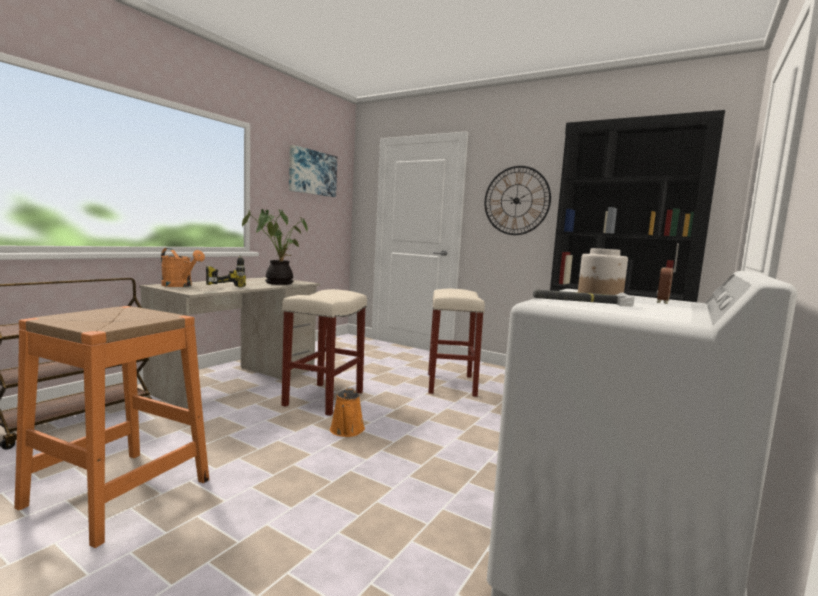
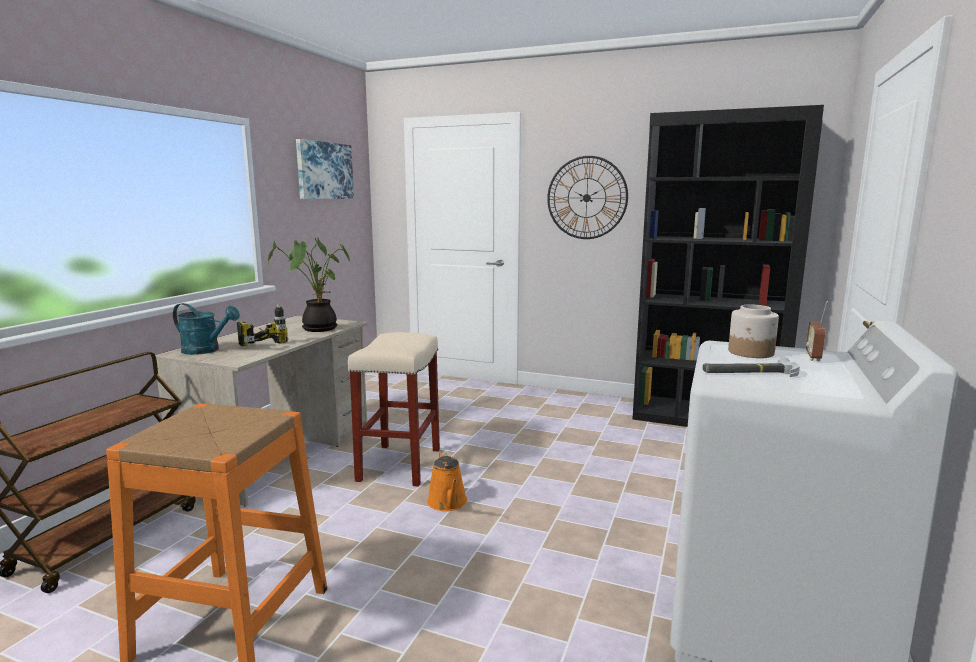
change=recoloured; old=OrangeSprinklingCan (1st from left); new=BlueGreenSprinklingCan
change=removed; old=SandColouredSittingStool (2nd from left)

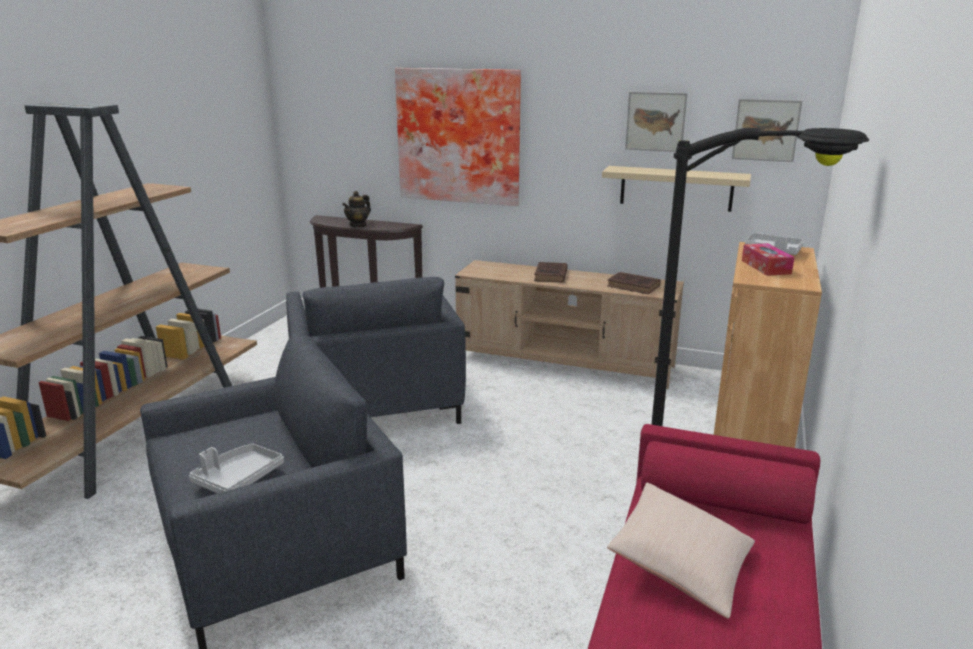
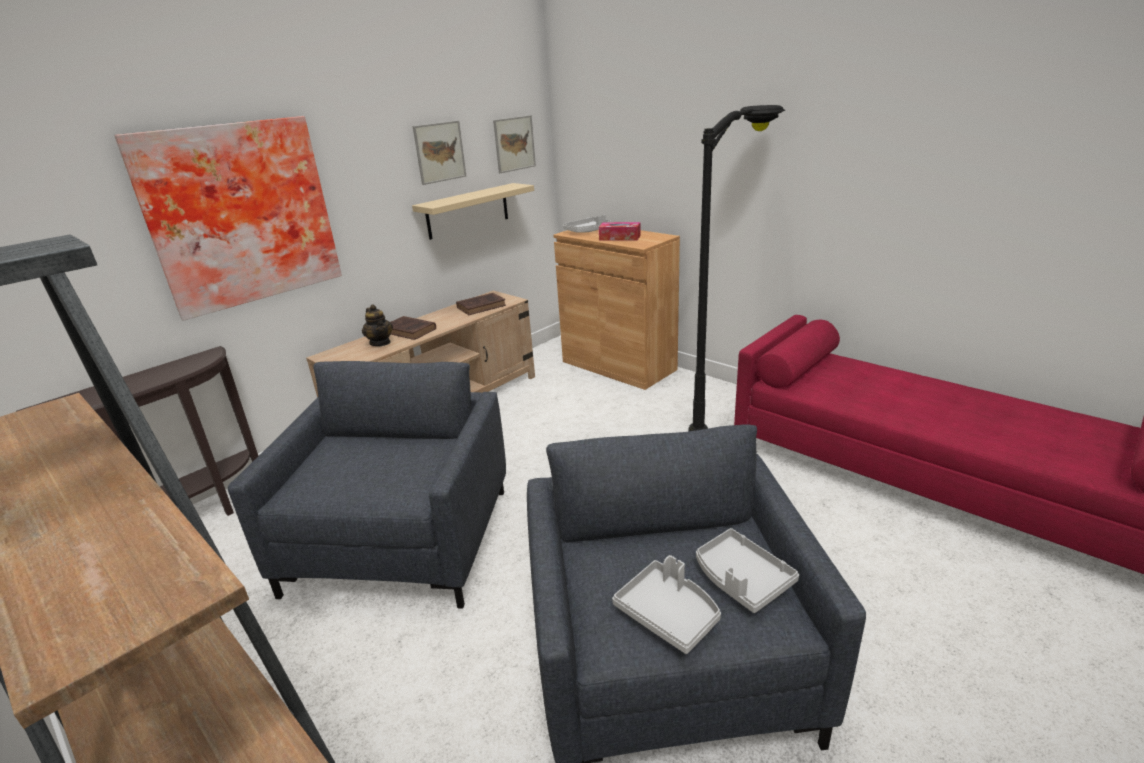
change=moved; old=Teapot
change=turned; old=GreyArmchair (2nd from left in the first image); degrees=-90
change=removed; old=SandColouredPillow
change=added; new=GreyServingTray (2nd from left)

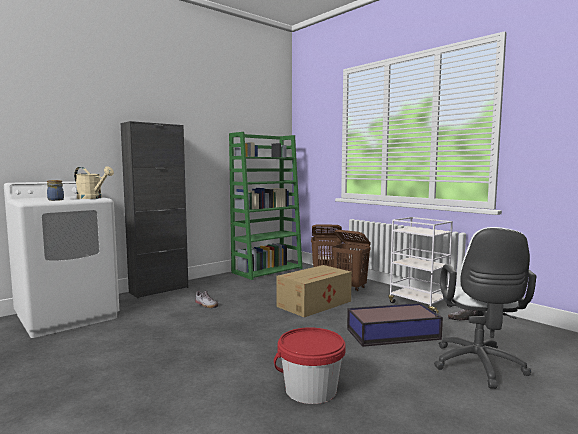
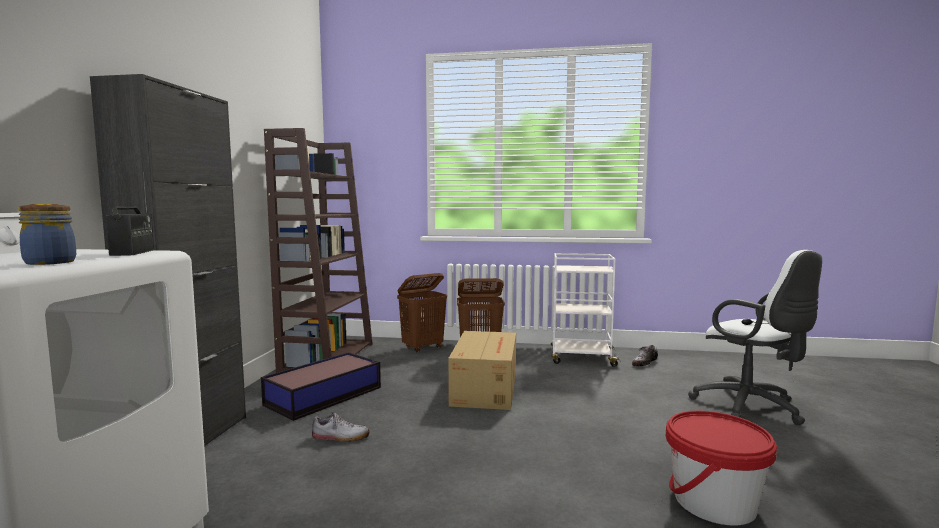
change=recoloured; old=GreenShelvingUnit; new=BrownShelvingUnit
change=replaced; old=SandColouredSprinklingCan; new=RadioSet
change=moved; old=StorageContainer

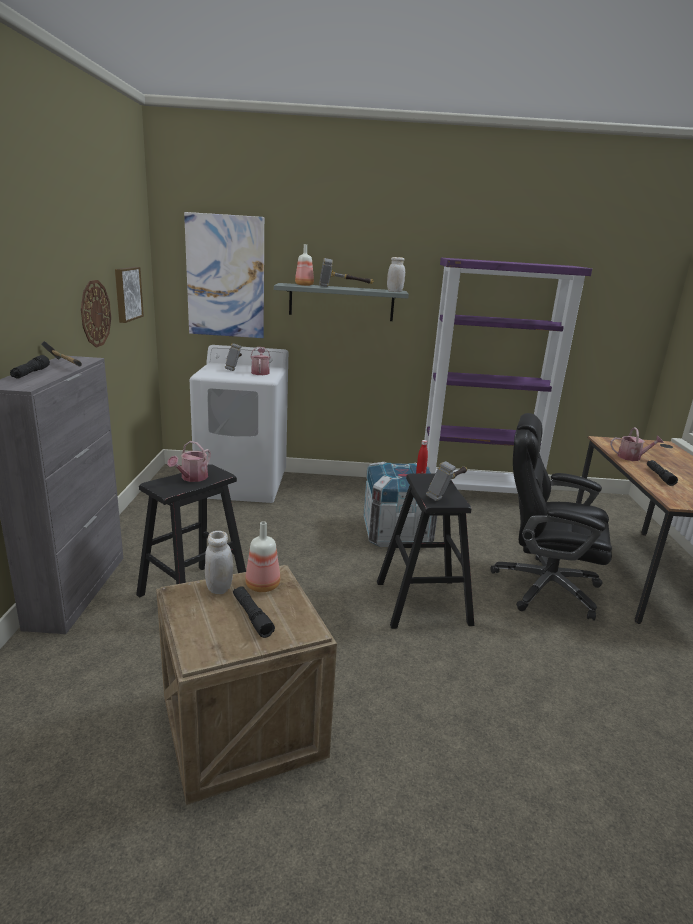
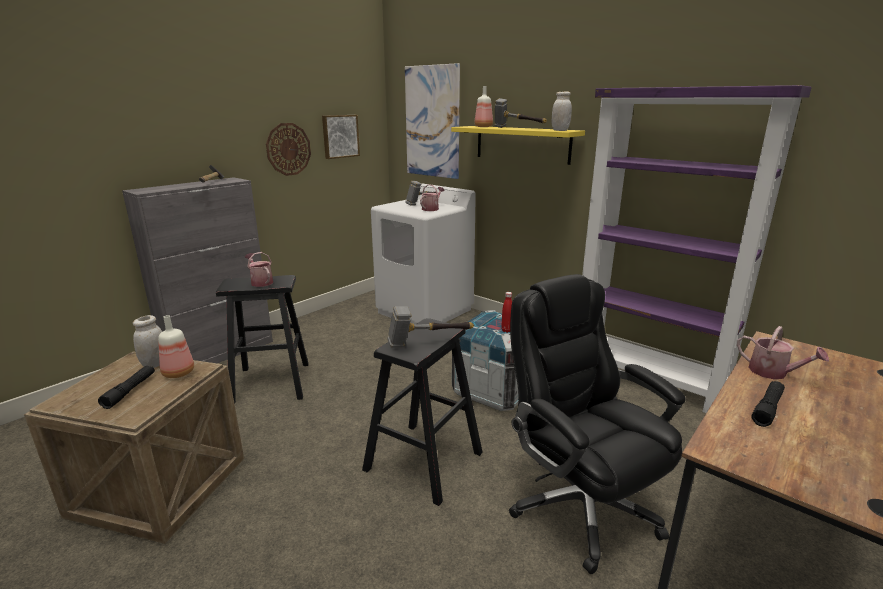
change=recoloured; old=GreyBracketShelf; new=YellowBracketShelf
change=removed; old=BlackHandTorch (1st from left)
change=turned; old=SprinklingCan (1st from left); degrees=75

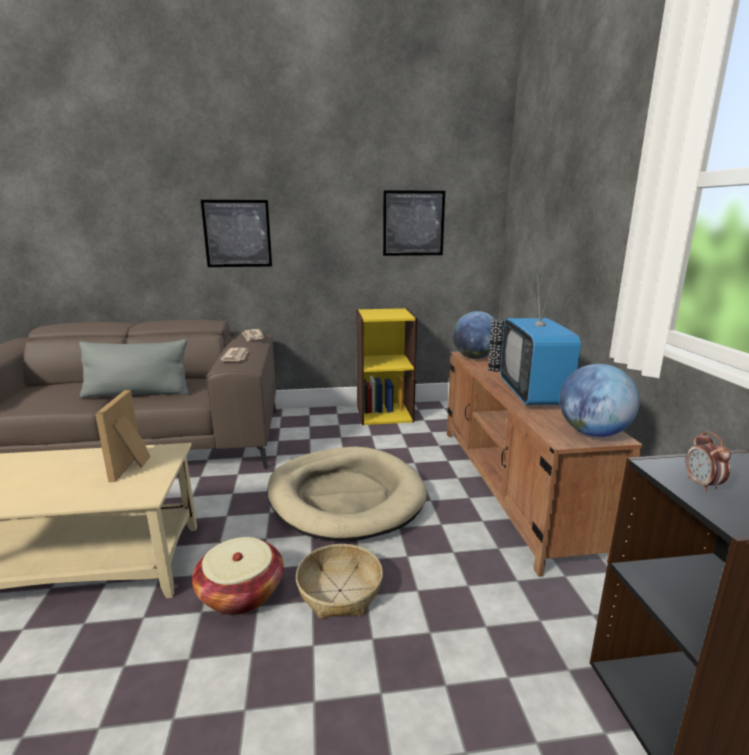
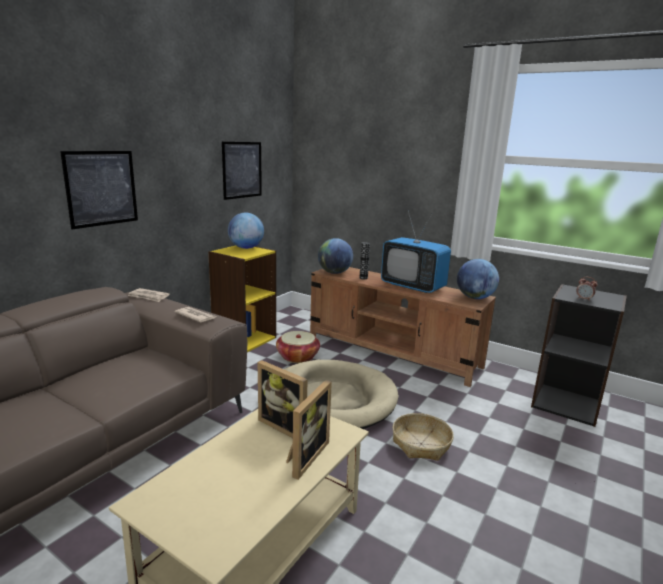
change=removed; old=GreyPillow
change=moved; old=HouseholdBasket (1st from left)
change=added; new=WorldGlobe (1st from left)
change=added; new=PictureFrame (2nd from left)

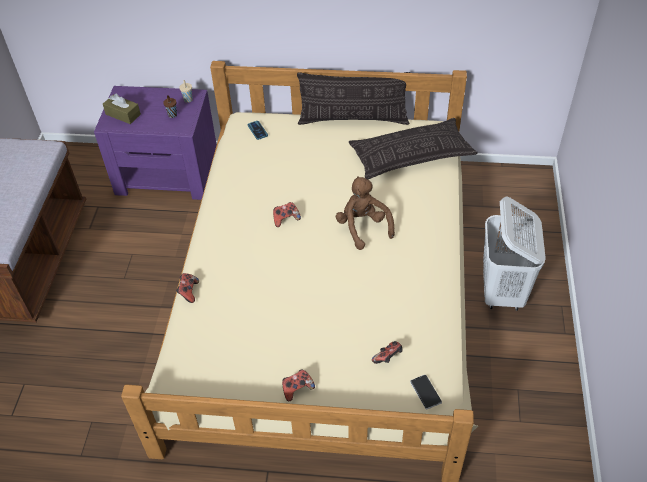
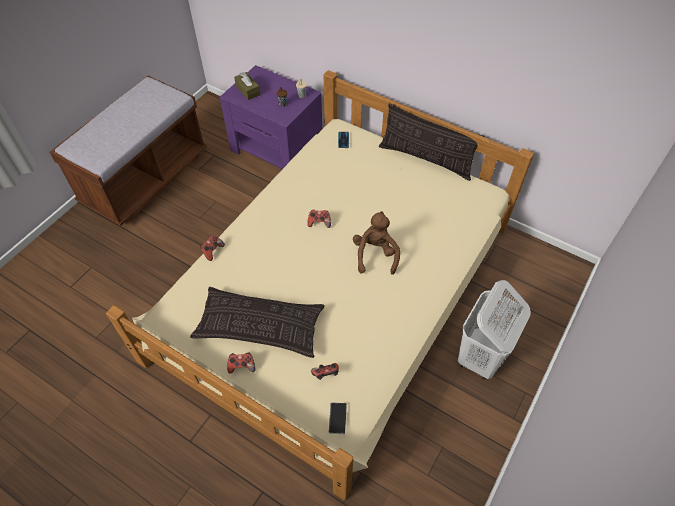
change=moved; old=Pillow (2nd from left in the first image); new=Pillow (1st from left)

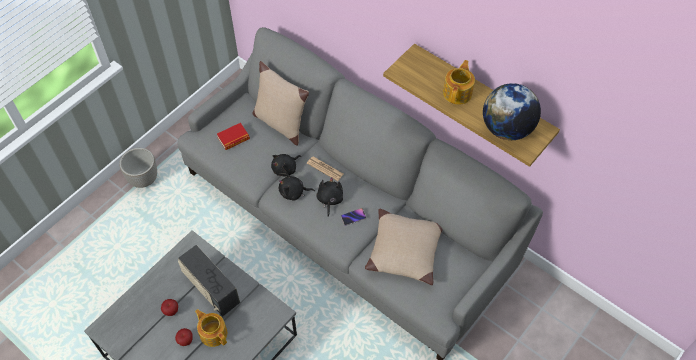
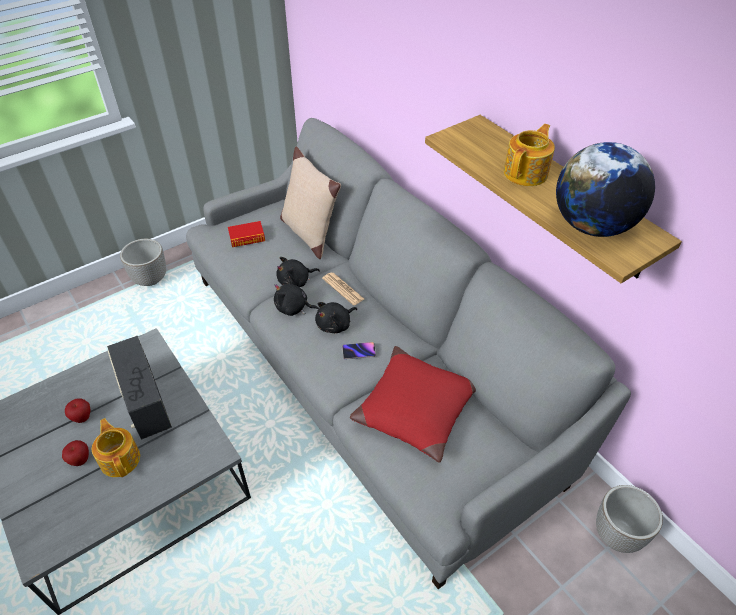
change=turned; old=BlackCuddlyToy (3rd from left); degrees=-150
change=recoloured; old=SandColouredPillow (2nd from left); new=RedPillow
change=added; new=Planter (2nd from left)

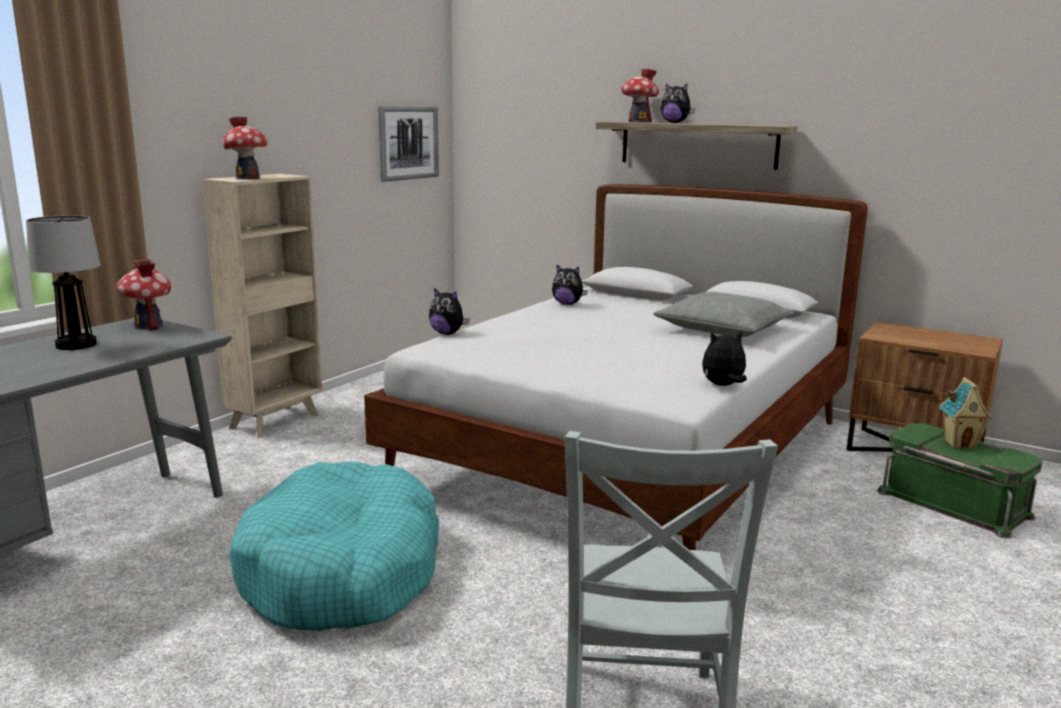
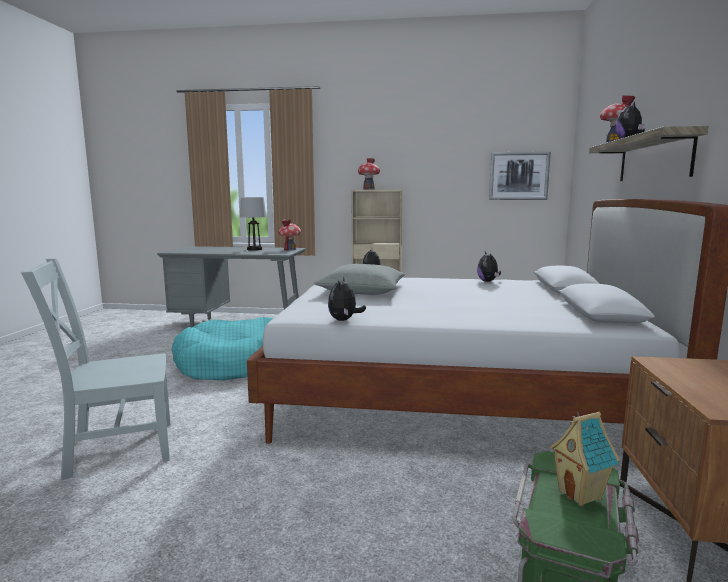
change=moved; old=GreyPillow
change=turned; old=CuddlyToy (4th from left in the first image); degrees=-135

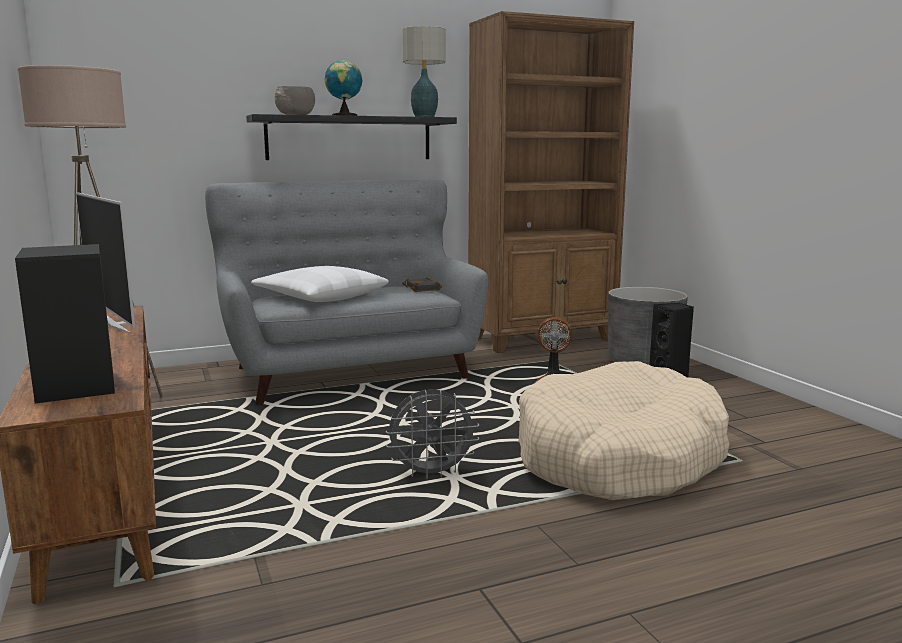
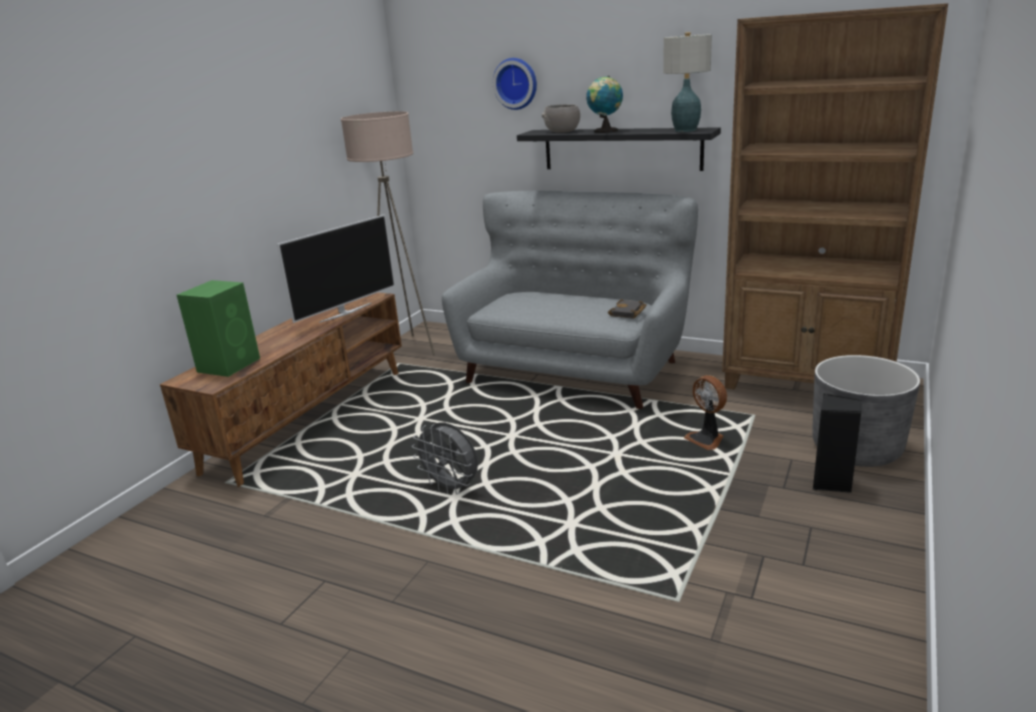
change=turned; old=Television; degrees=-150
change=recoloured; old=BlackAudioSpeaker (1st from left); new=GreenAudioSpeaker
change=removed; old=WhitePillow
change=removed; old=SandColouredDogCushion
change=added; new=ClockOnTheWall

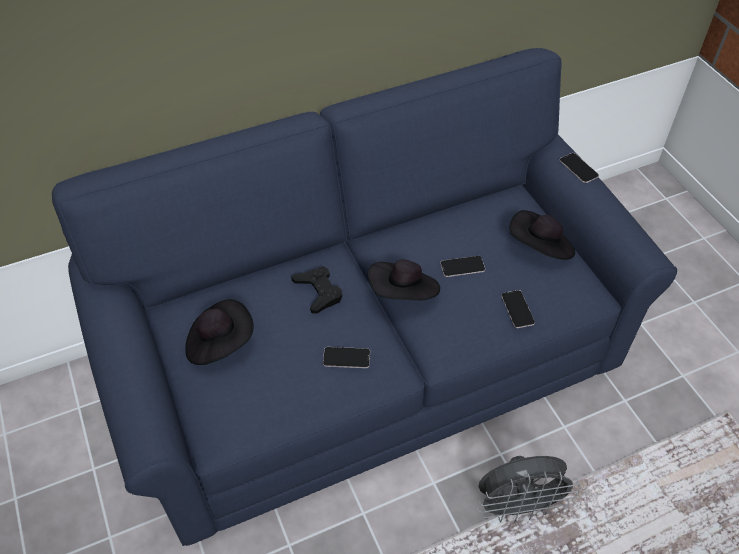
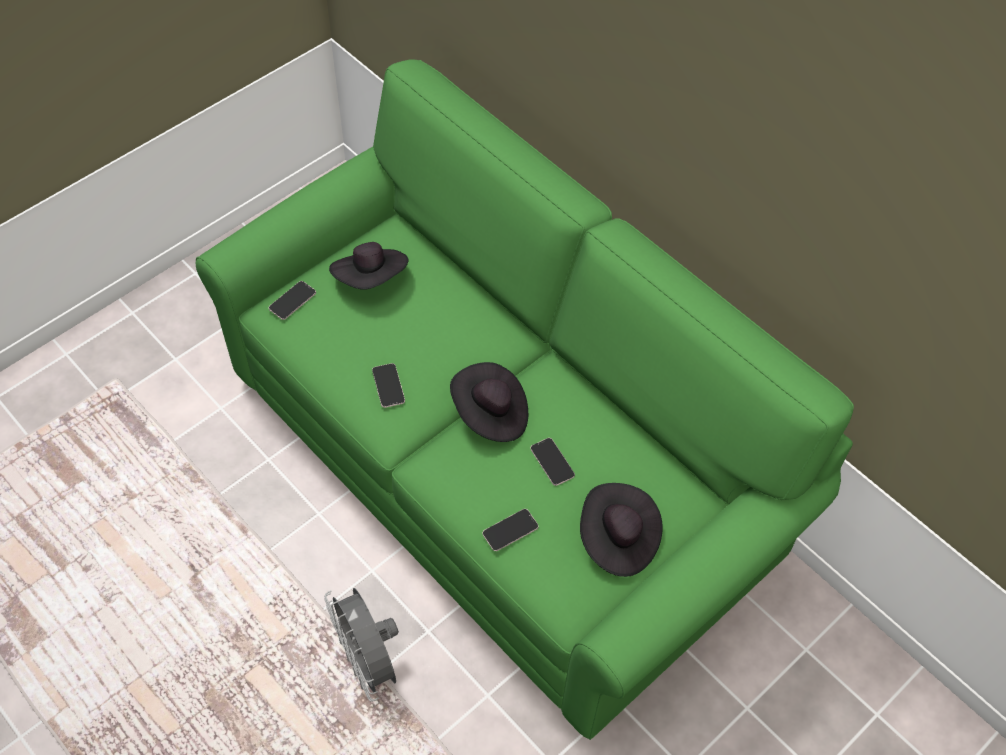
change=recoloured; old=BlueColouredSettee; new=GreenSettee
change=moved; old=Handset (4th from left in the first image); new=Handset (1st from left)
change=removed; old=BlackJoypad

